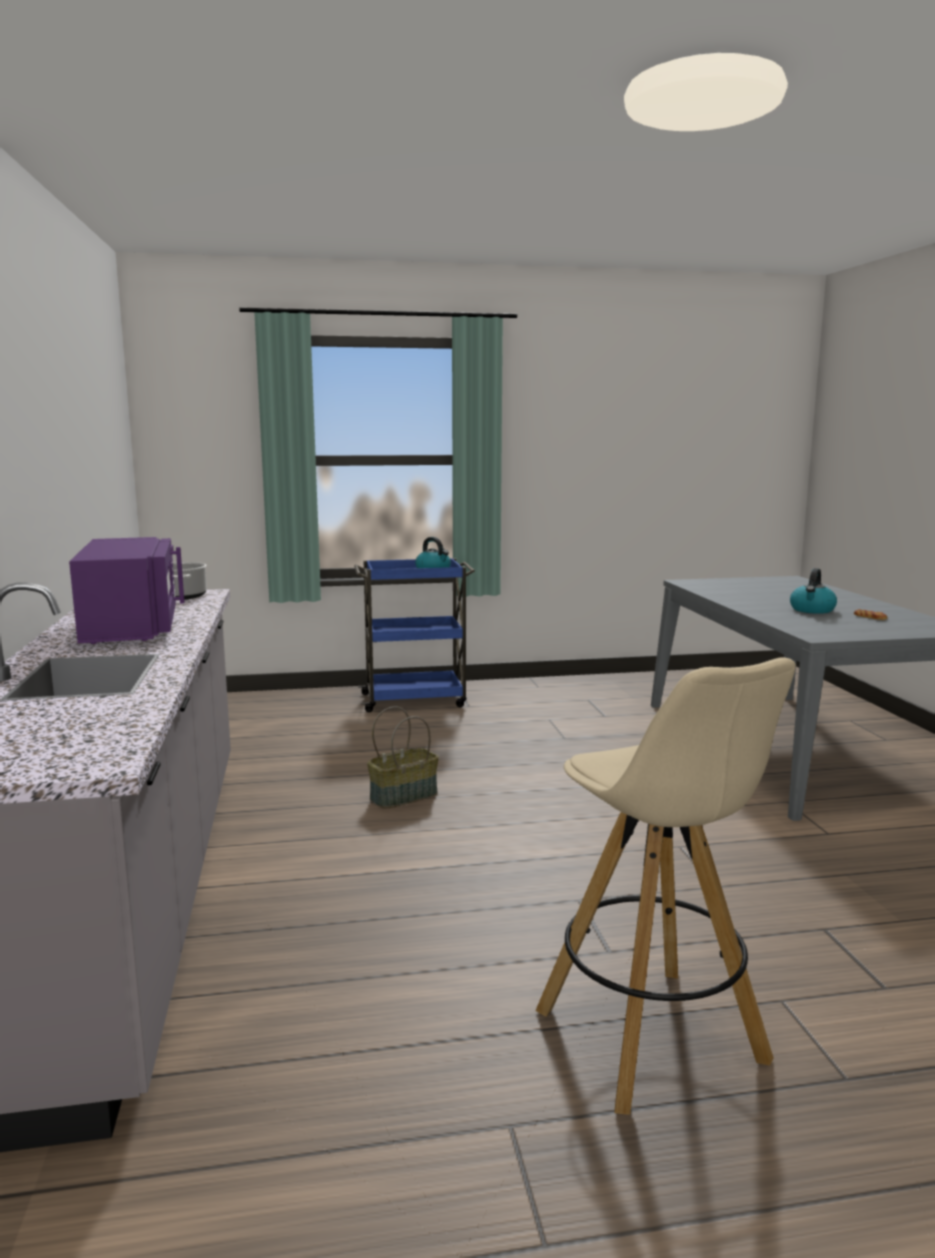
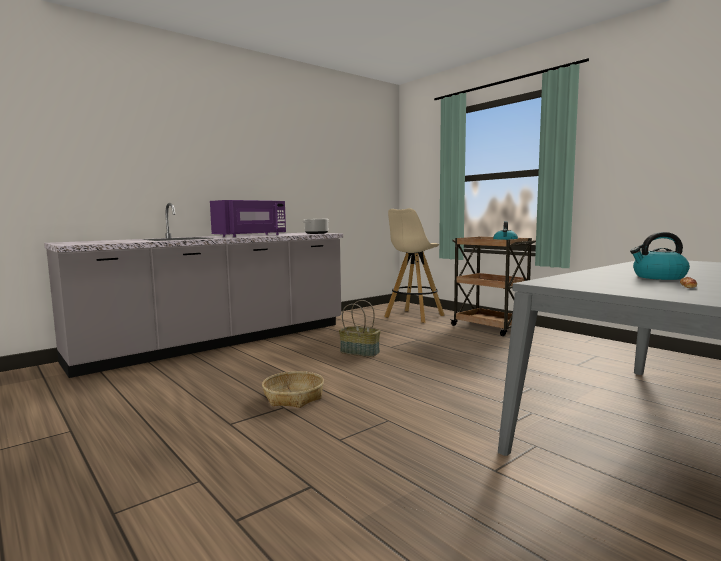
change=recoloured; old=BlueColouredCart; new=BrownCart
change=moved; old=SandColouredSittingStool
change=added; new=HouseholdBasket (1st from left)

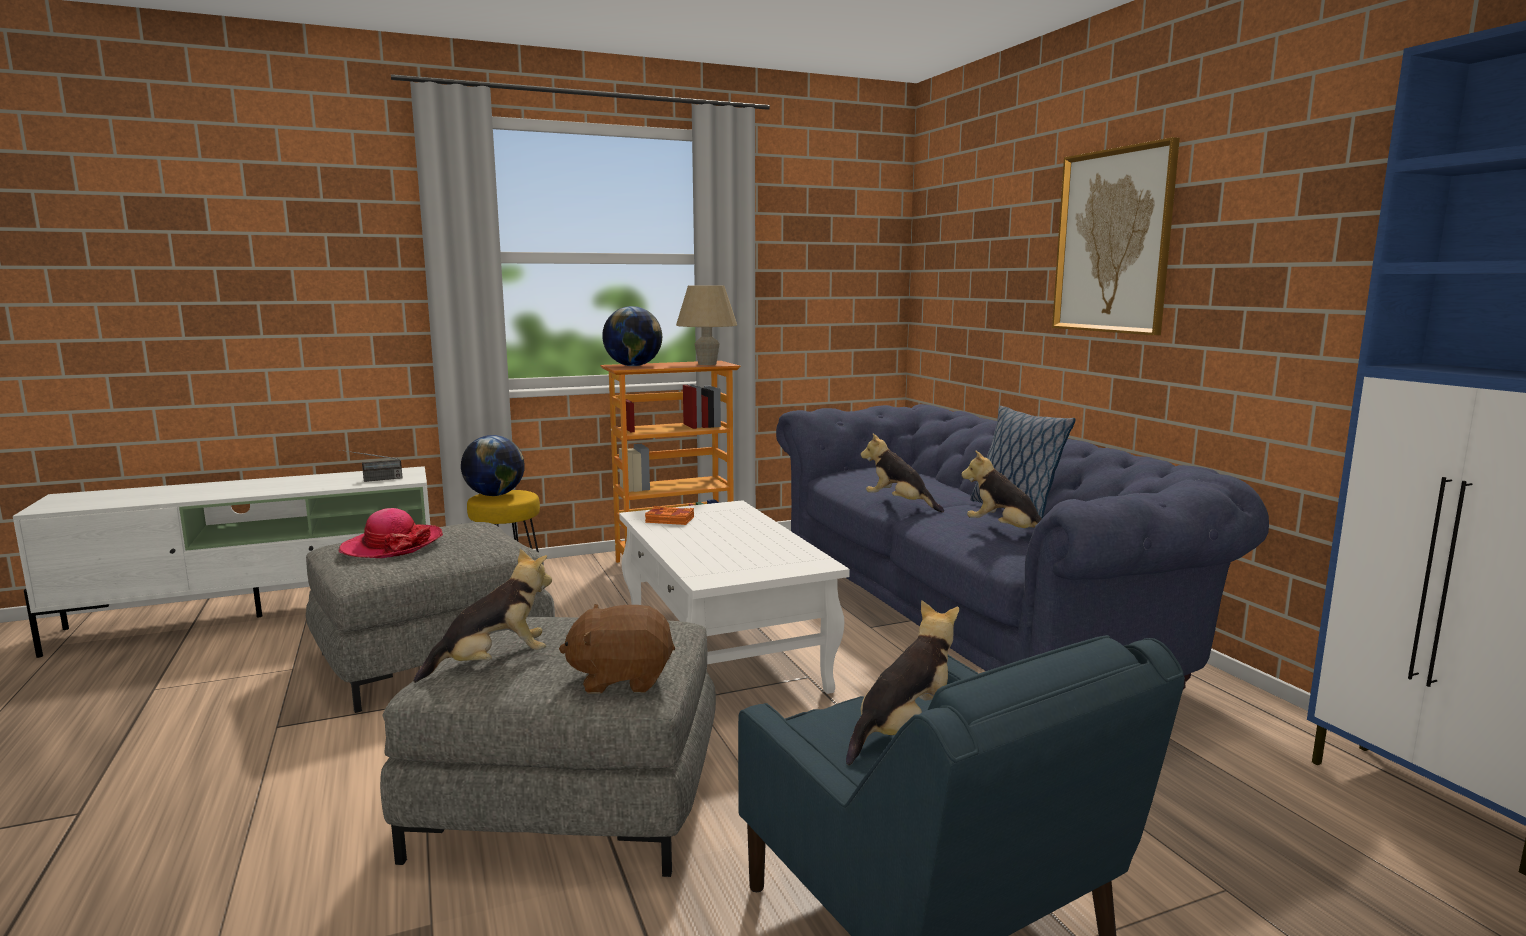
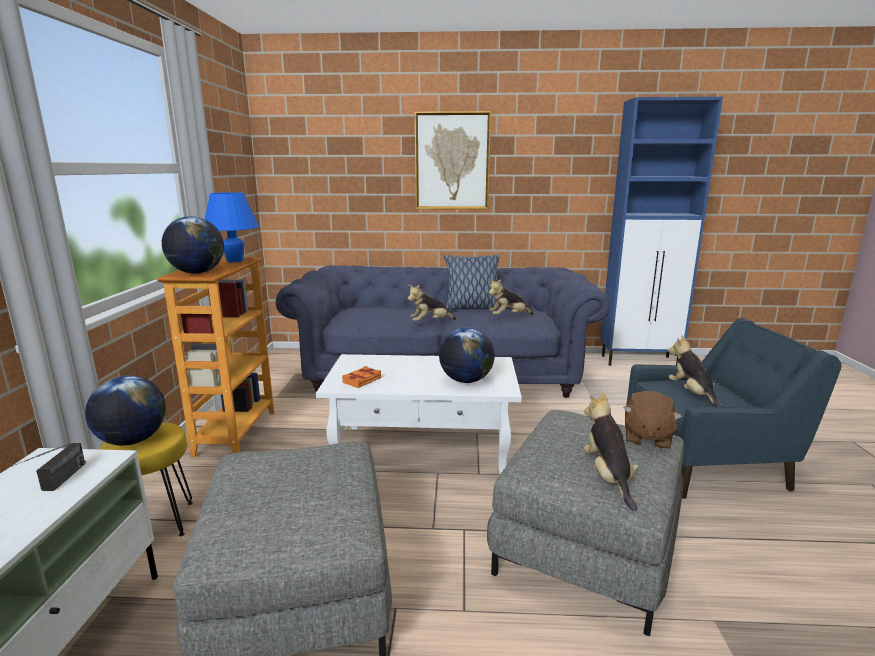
change=recoloured; old=SandColouredTableLamp; new=BlueColouredTableLamp
change=removed; old=ClothingHat
change=added; new=WorldGlobe (3rd from left)

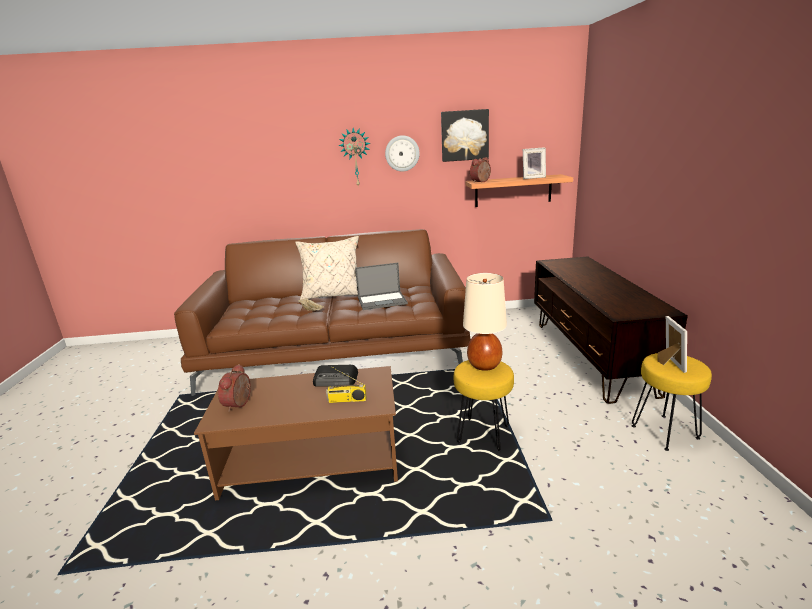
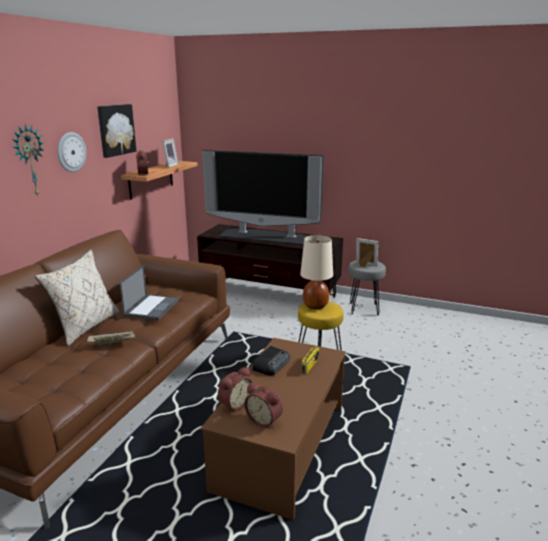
change=recoloured; old=YellowSittingStool (2nd from left); new=GreySittingStool
change=added; new=Television
change=added; new=BedsideClock (2nd from left)

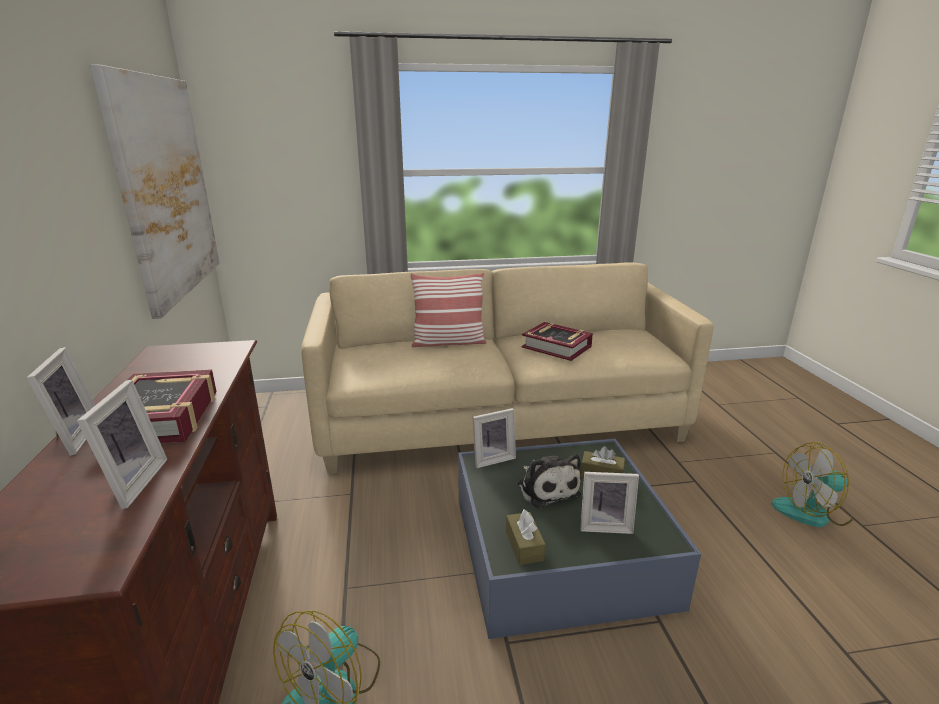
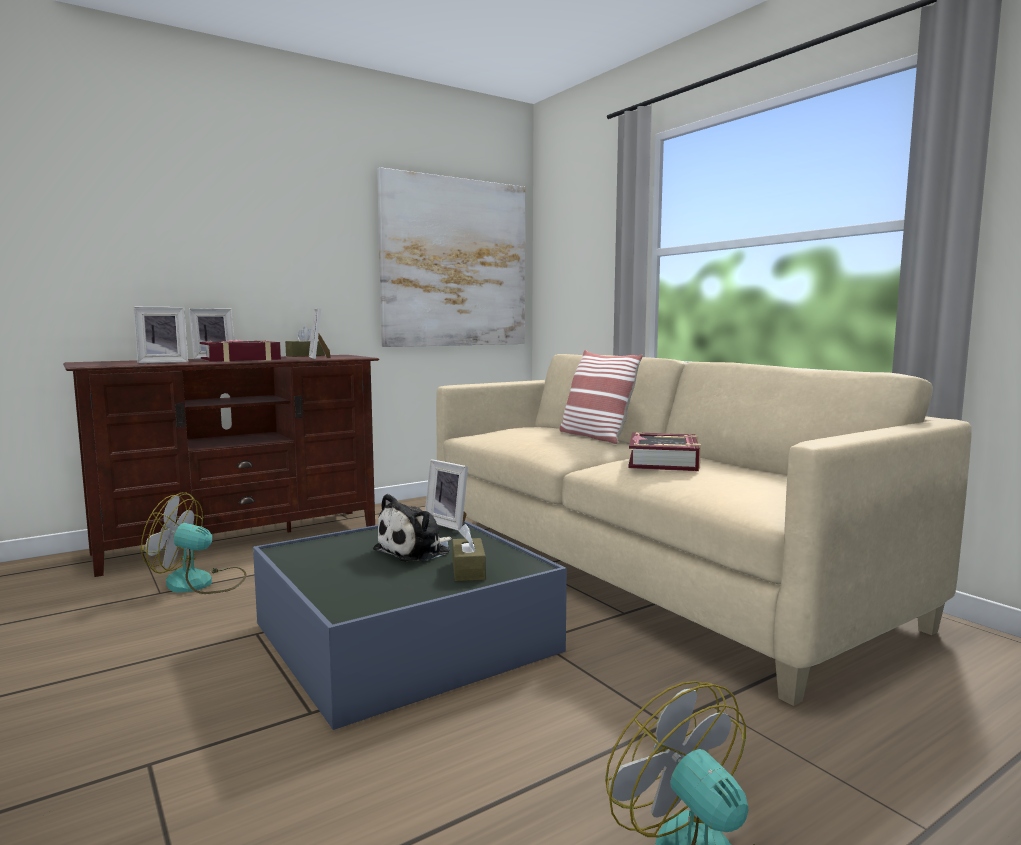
change=moved; old=PictureFrame (4th from left in the first image); new=PictureFrame (3rd from left)
change=moved; old=BrownBoxOfTissues (1st from left)

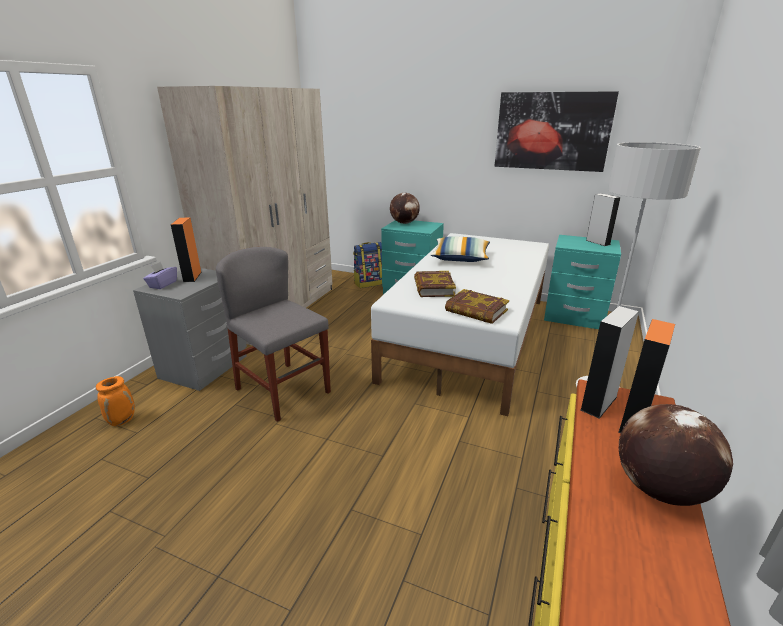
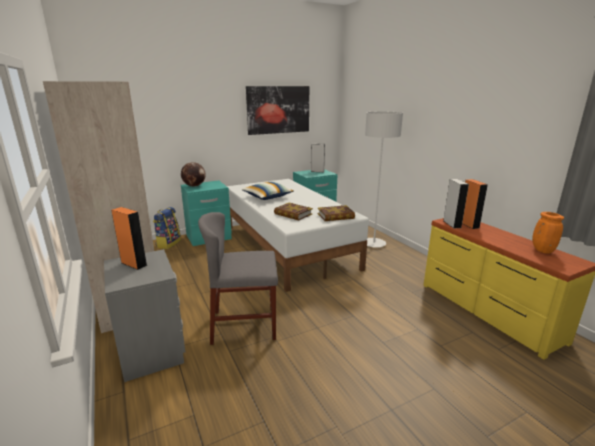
change=removed; old=PurpleBoxOfTissues
change=moved; old=OrangeDecorativeVase
change=removed; old=WorldGlobe (2nd from left)

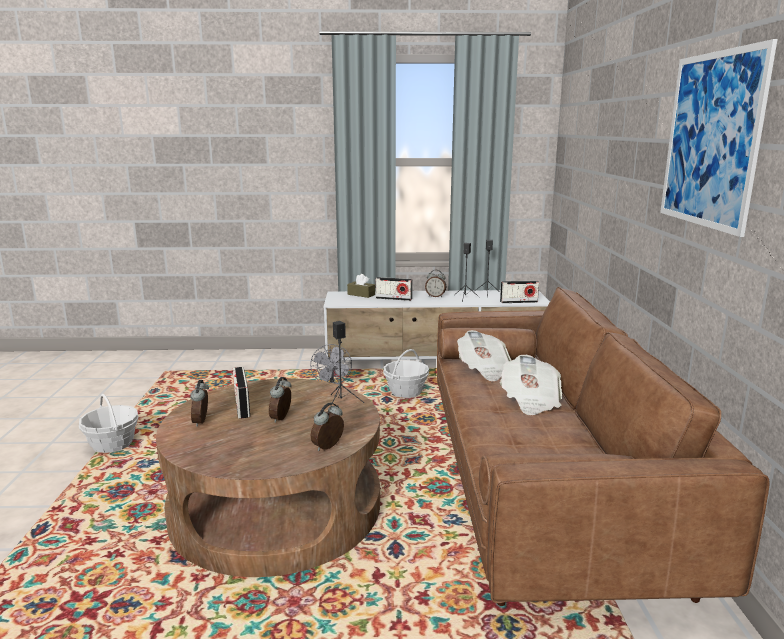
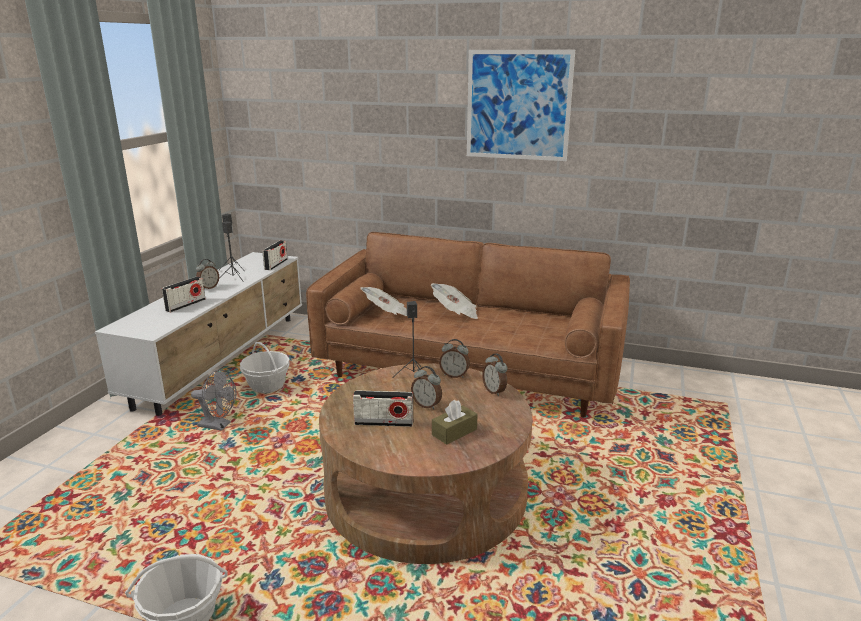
change=moved; old=BrownBoxOfTissues
change=moved; old=BedsideClock (1st from left in the first image); new=BedsideClock (3rd from left)

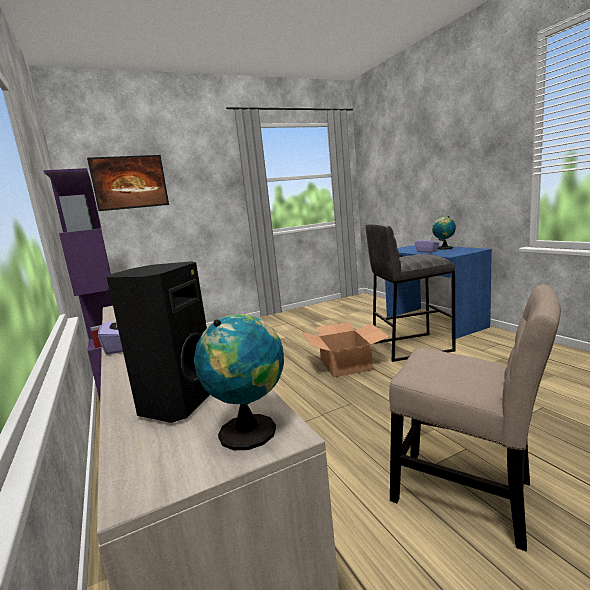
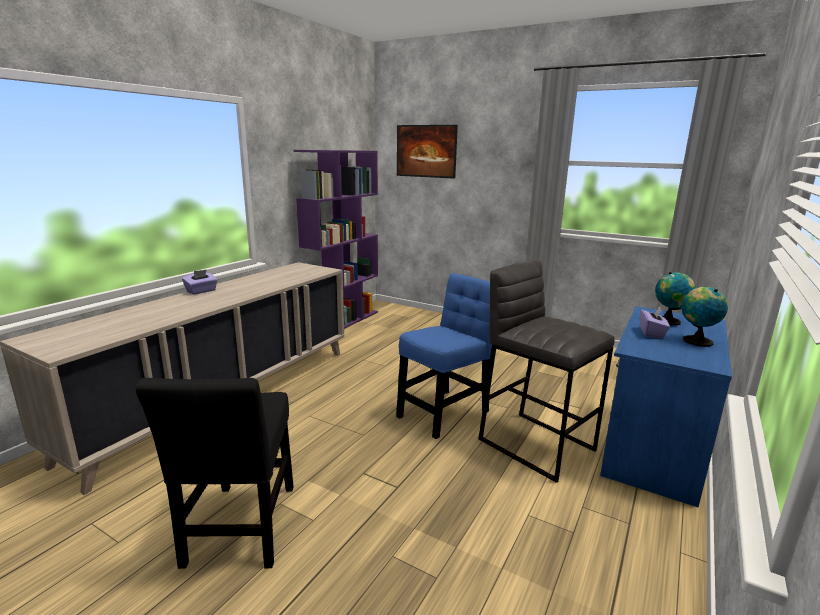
change=removed; old=BlackAudioSpeaker
change=recoloured; old=SandColouredChair; new=BlackChair
change=moved; old=WorldGlobe (1st from left)
change=replaced; old=PackingBox; new=BlueColouredChair

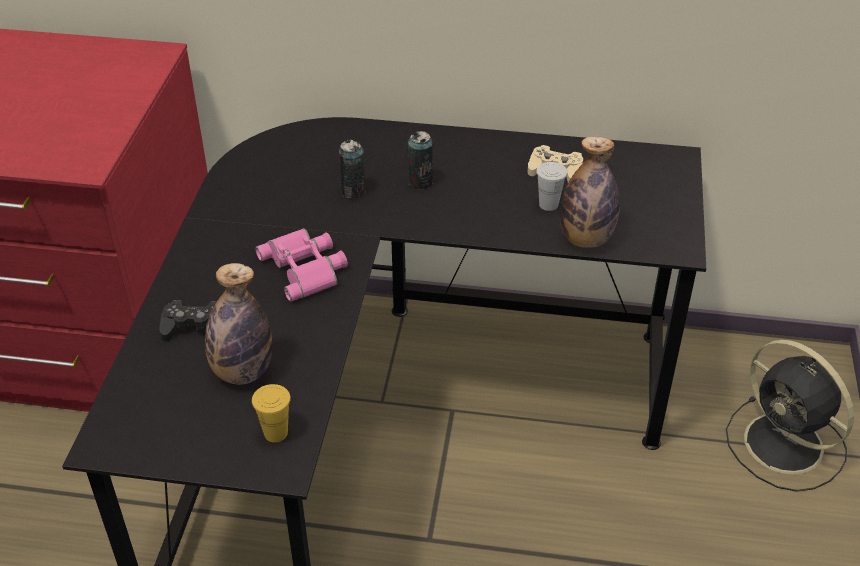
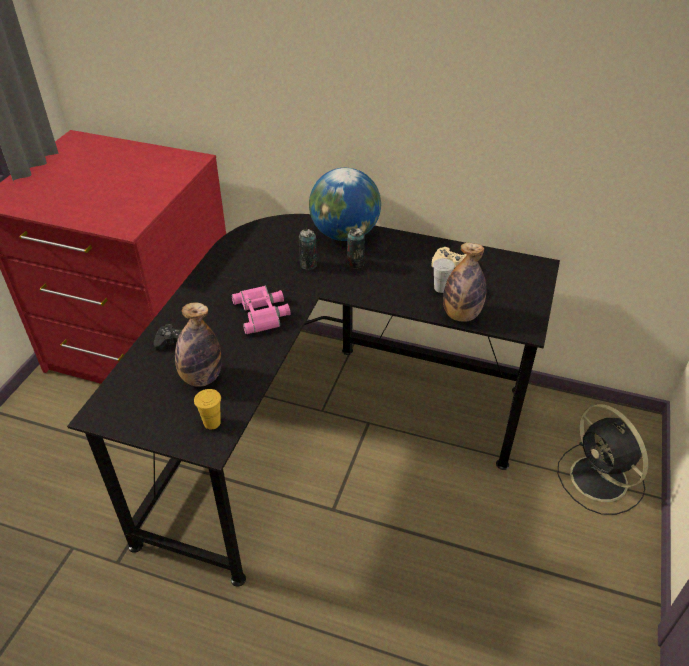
change=added; new=WorldGlobe

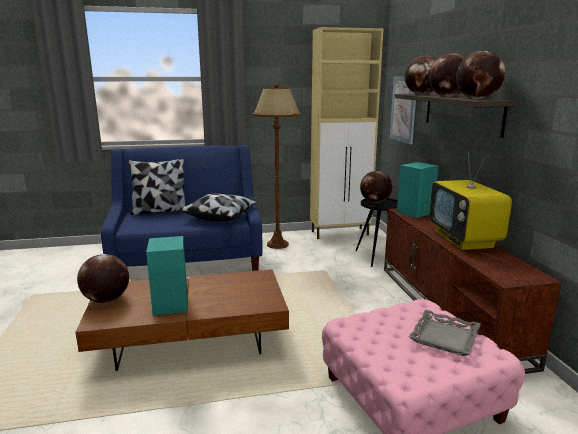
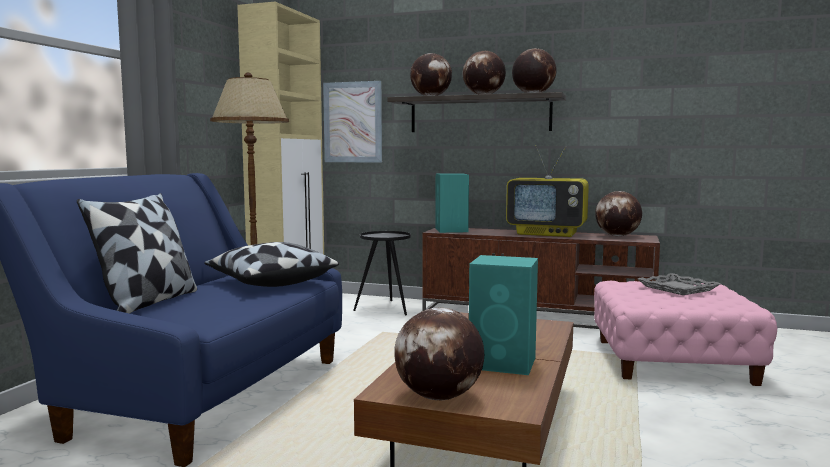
change=moved; old=WorldGlobe (2nd from left in the first image); new=WorldGlobe (5th from left)

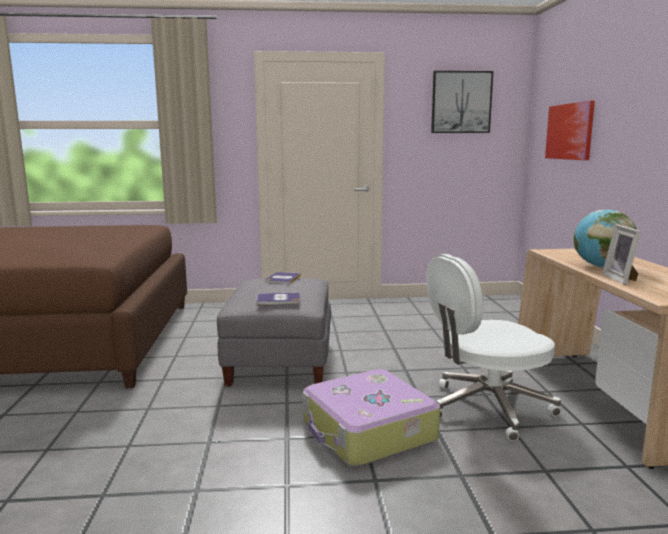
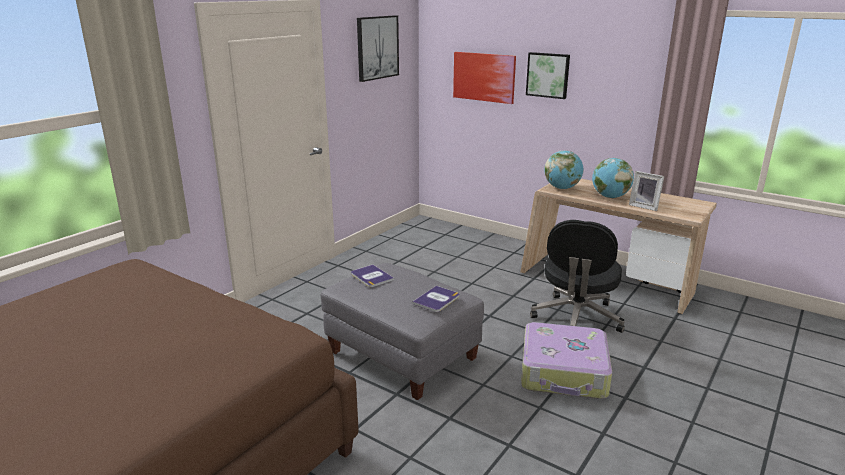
change=recoloured; old=WhiteOfficeChair; new=BlackOfficeChair
change=added; new=WallArt (3rd from left)
change=added; new=WorldGlobe (1st from left)

